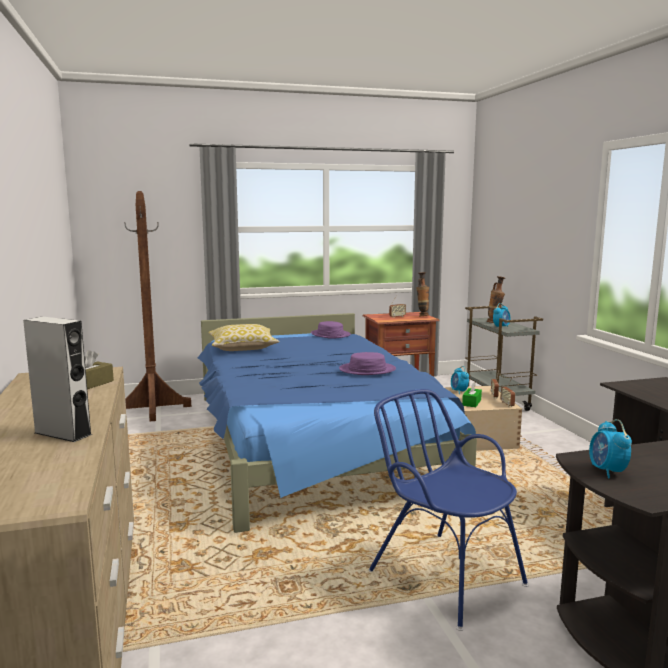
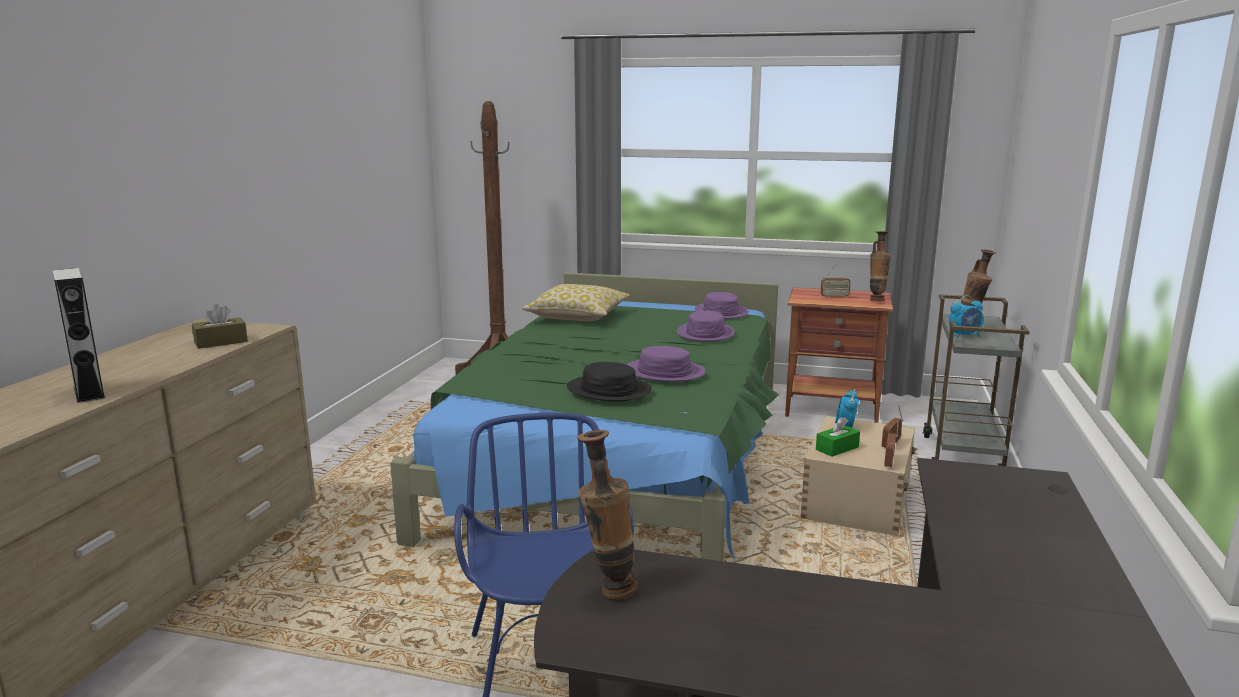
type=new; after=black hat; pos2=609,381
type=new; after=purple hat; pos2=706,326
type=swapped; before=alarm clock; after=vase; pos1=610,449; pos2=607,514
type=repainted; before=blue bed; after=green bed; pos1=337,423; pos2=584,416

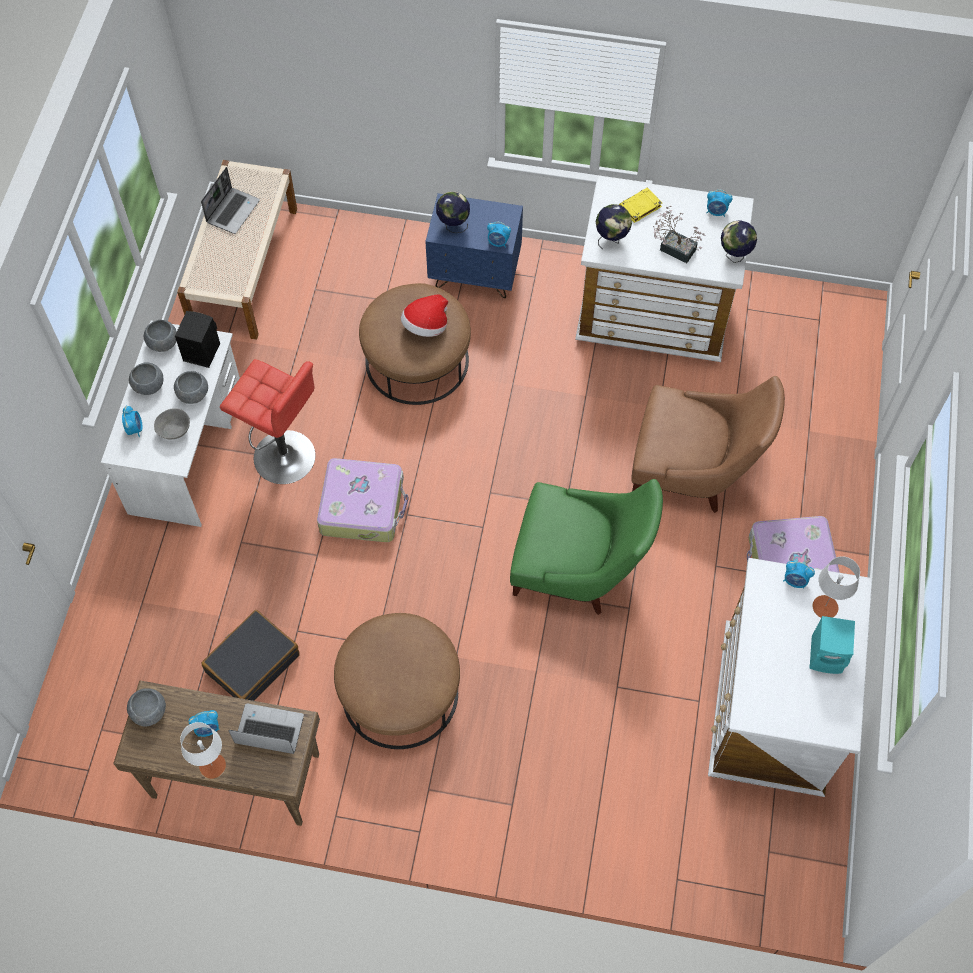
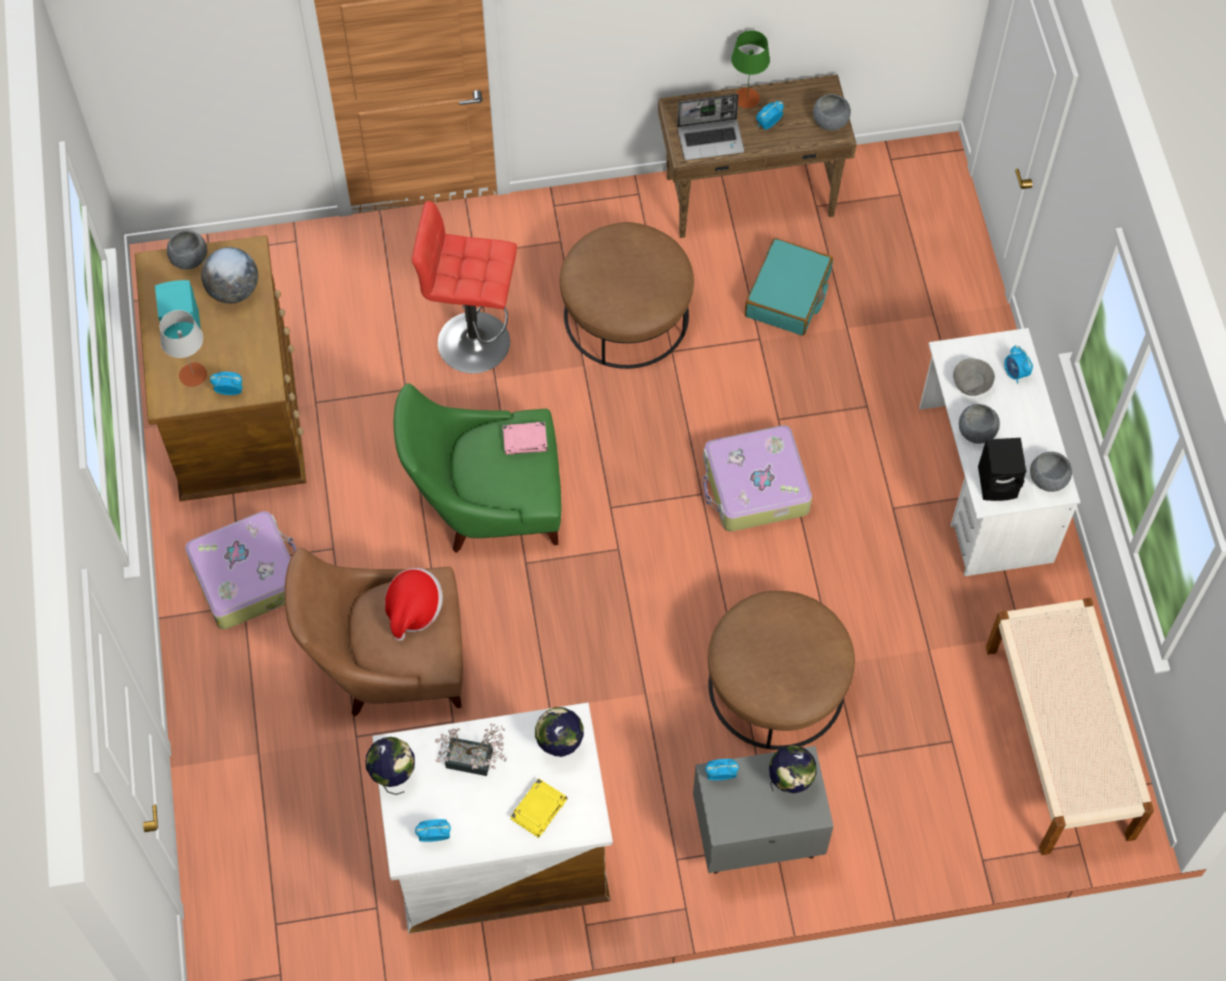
type=gone; before=laptop; pos1=230,200
type=new; after=globe; pos2=229,275
type=new; after=pink book; pos2=525,438
type=shifted; before=grey bowl; pos1=146,378; pos2=187,250
type=shifted; before=red stool; pos1=267,421; pos2=464,287
type=shifted; before=hat; pos1=424,315; pos2=413,604
type=repainted; before=white table lamp; after=green table lamp; pos1=203,750; pos2=750,69
type=repainted; before=black suitcase; after=turquoise suitcase; pos1=250,655; pos2=789,287
type=repainted; before=blue nightstand; after=grey nightstand; pos1=474,245; pos2=763,810
type=repainted; before=white dresser; after=brown dresser; pos1=790,677; pos2=220,368

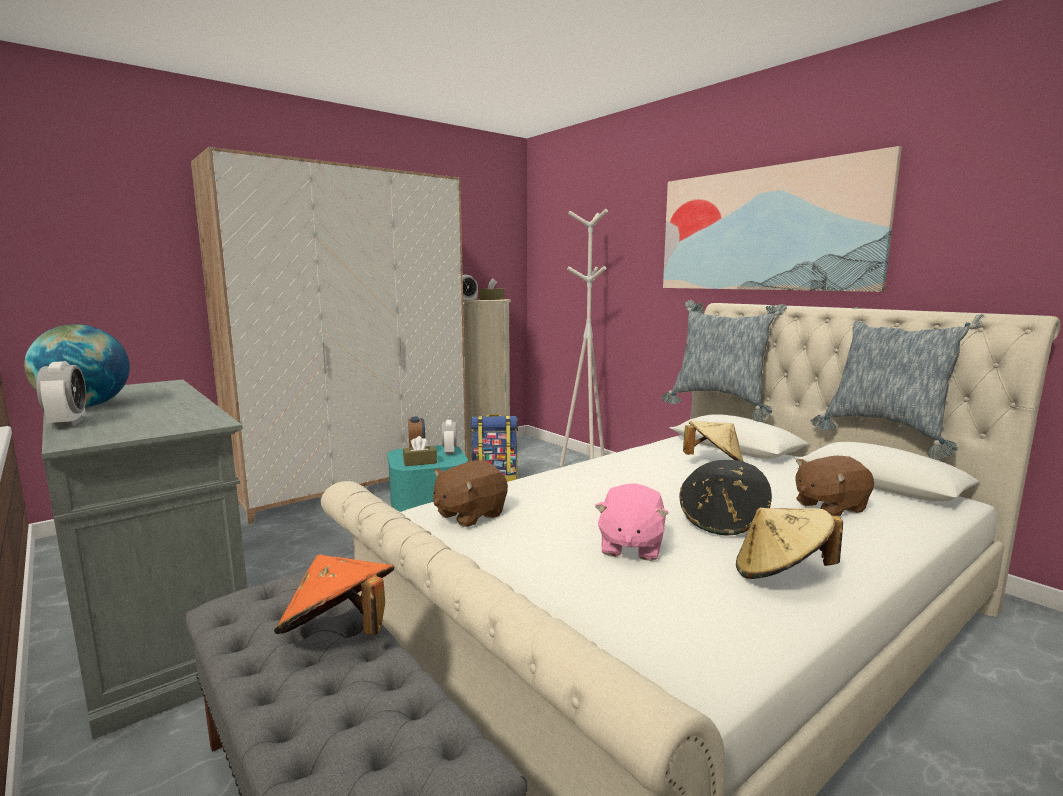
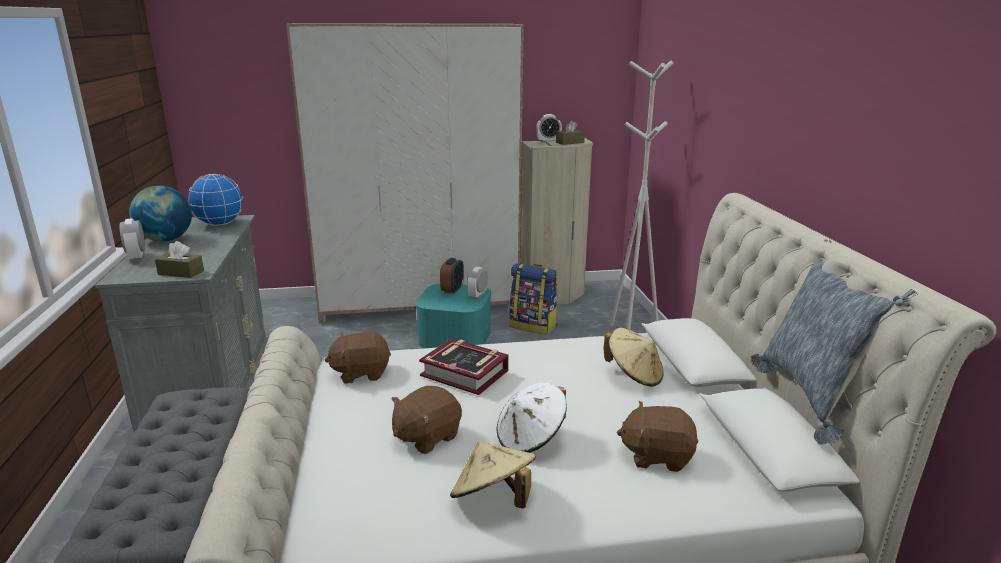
type=gone; before=orange hat; pos1=334,594
type=gone; before=pillow; pos1=723,361
type=gone; before=picture; pos1=782,219
type=new; after=globe; pos2=215,200
type=new; after=book; pos2=464,366
type=shifted; before=brown tissue box; pos1=420,451; pos2=179,259
type=repainted; before=pink plush toy; after=brown plush toy; pos1=631,522; pos2=426,420
type=repainted; before=black hat; after=white hat; pos1=726,497; pos2=531,418
type=rotated; before=alarm clock; pos1=61,395; pos2=132,240; turn=150

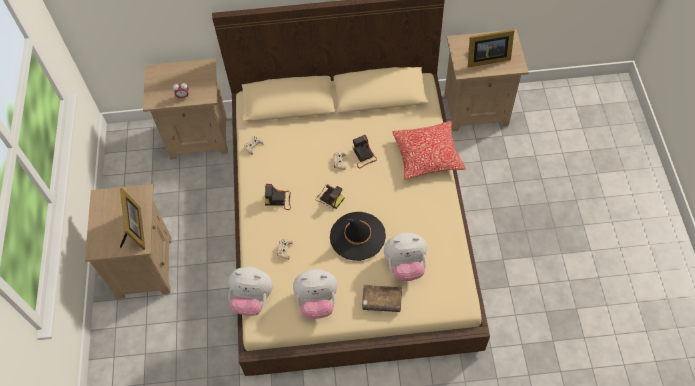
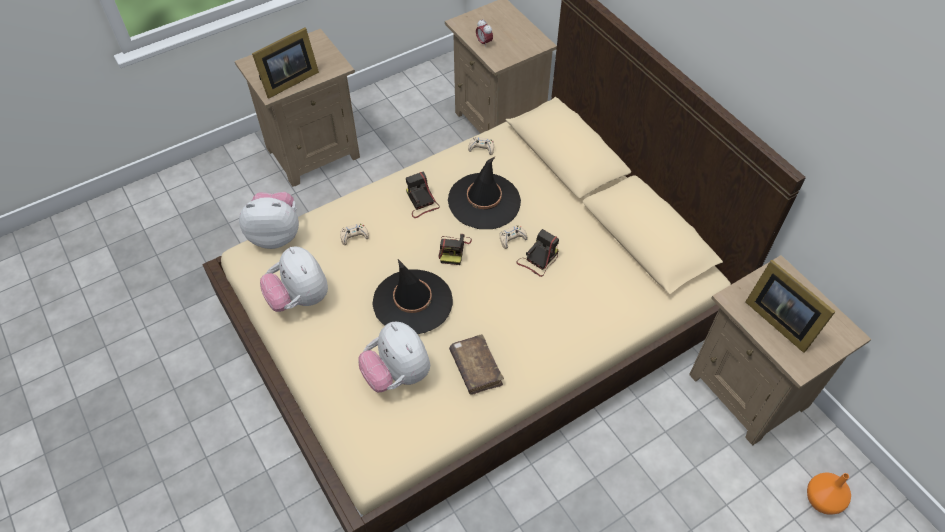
type=gone; before=pillow; pos1=429,150
type=new; after=black hat; pos2=484,193
type=new; after=orange vase; pos2=829,493
type=shifted; before=brown book; pos1=382,298; pos2=476,364
type=rotated; before=plush toy; pos1=250,291; pos2=269,220; turn=105

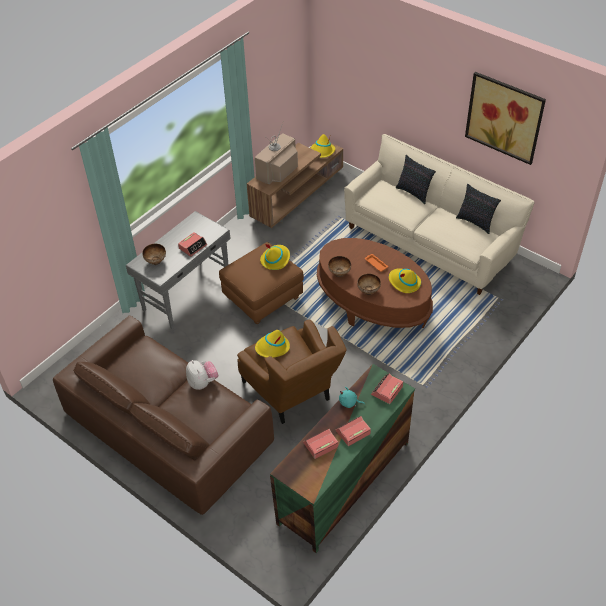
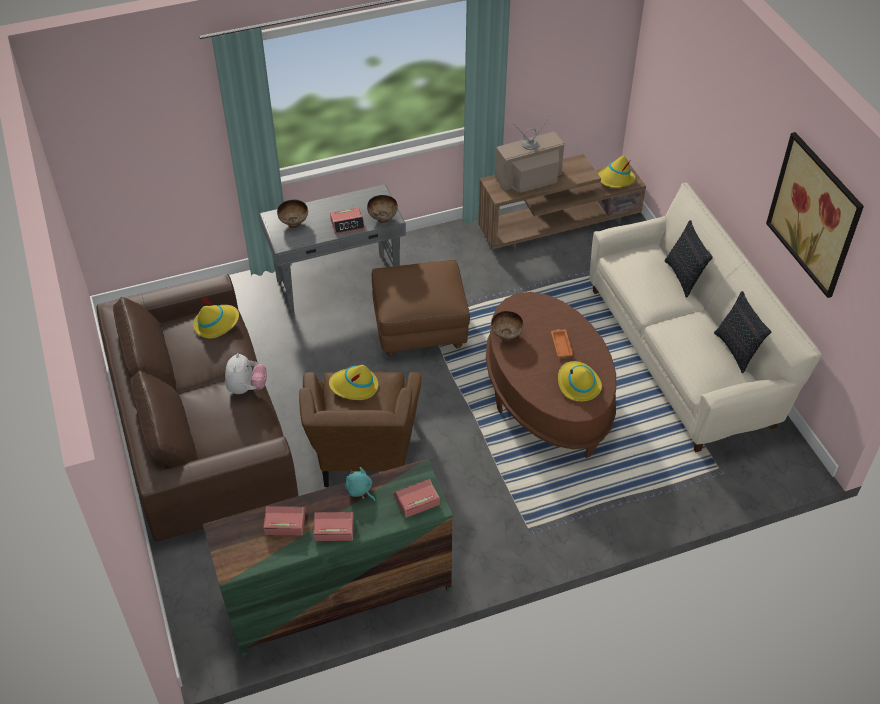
type=shifted; before=yellow hat; pos1=275,257; pos2=216,317
type=shifted; before=bowl; pos1=369,284; pos2=382,209

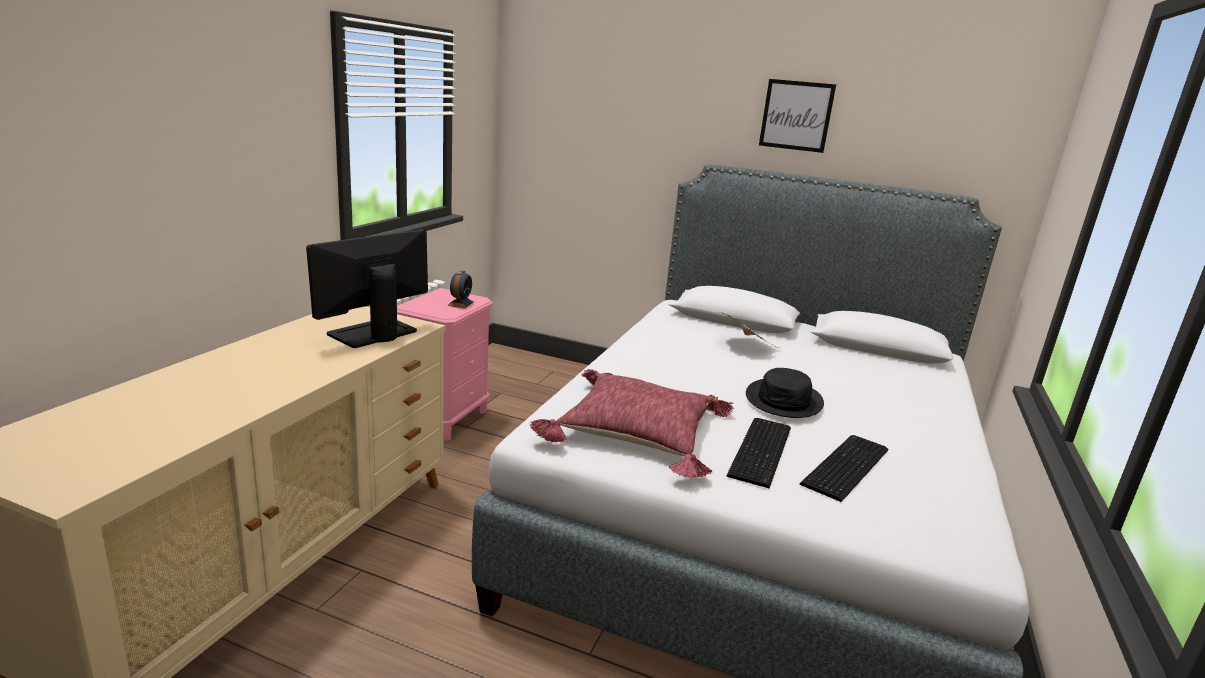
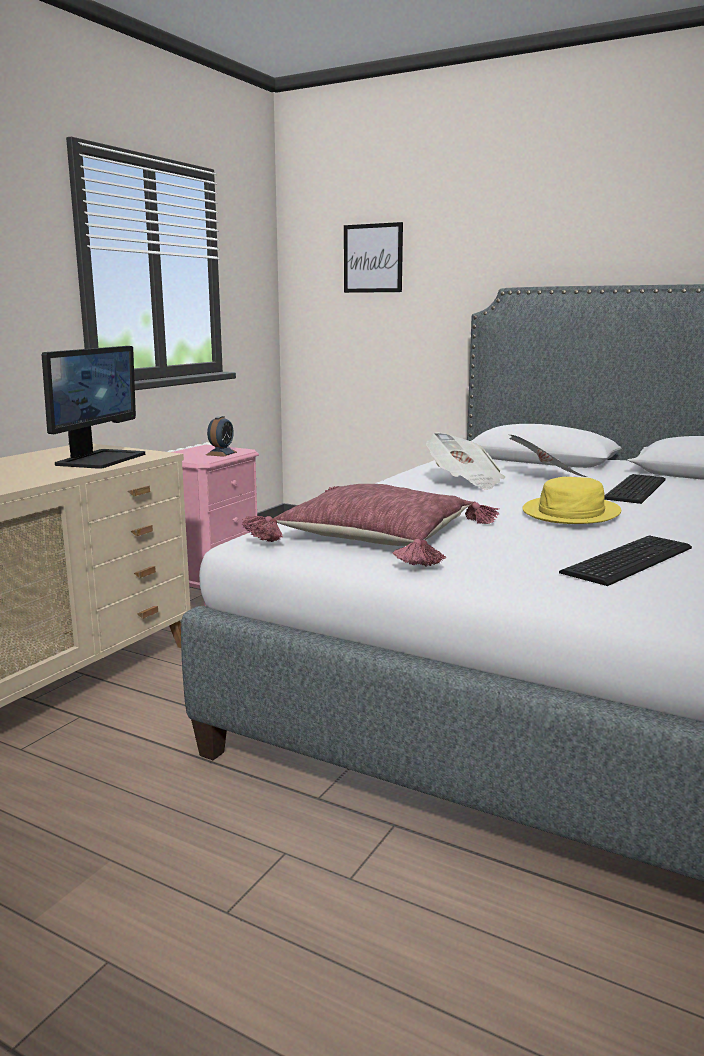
type=new; after=newspaper; pos2=465,461
type=shifted; before=keyboard; pos1=758,453; pos2=635,489
type=shifted; before=picture; pos1=797,116; pos2=373,257
type=repainted; before=black hat; after=yellow hat; pos1=785,393; pos2=571,500
type=rotated; before=monitor; pos1=367,289; pos2=93,407; turn=150

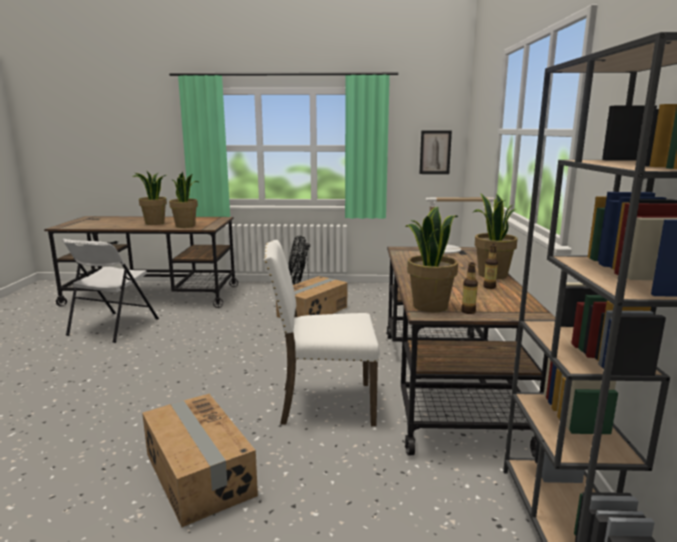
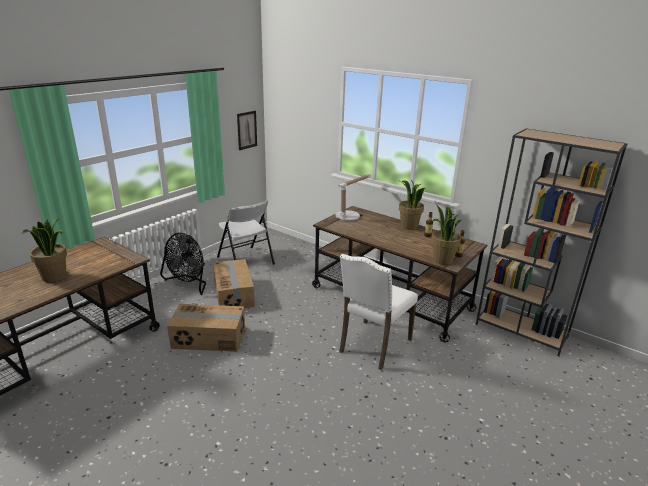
type=gone; before=potted plant; pos1=184,200
type=shifted; before=white chair; pos1=110,291; pos2=246,232
type=shifted; before=cardboard box; pos1=200,460; pos2=206,328

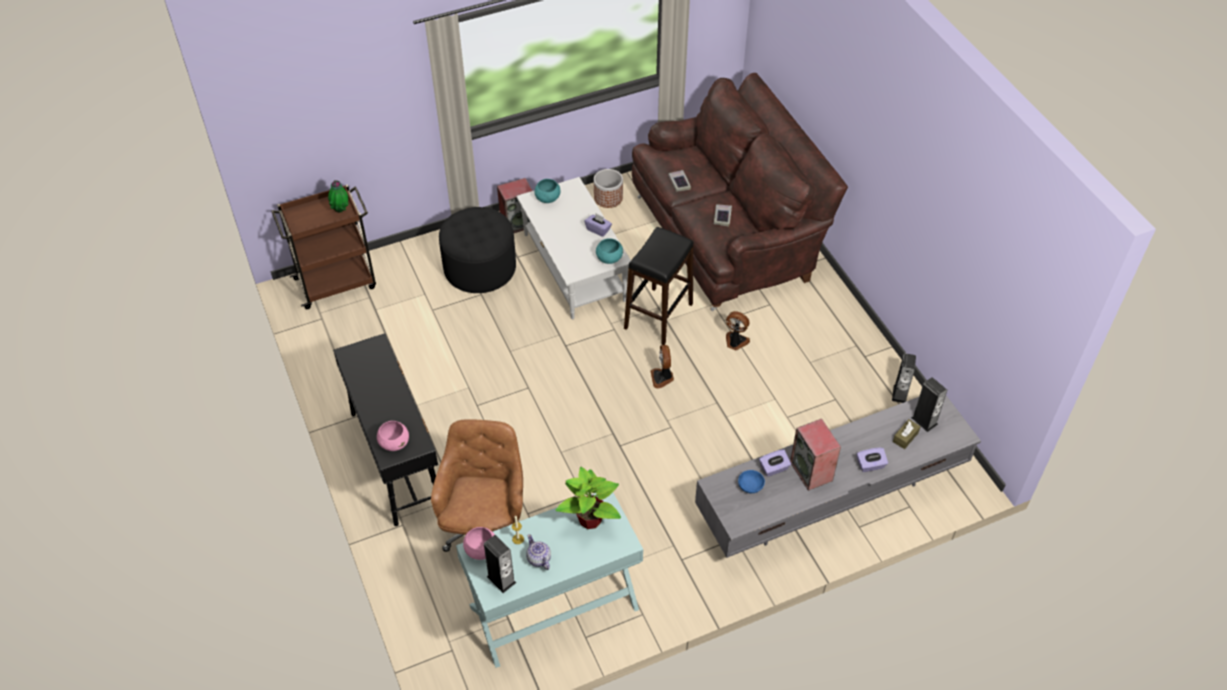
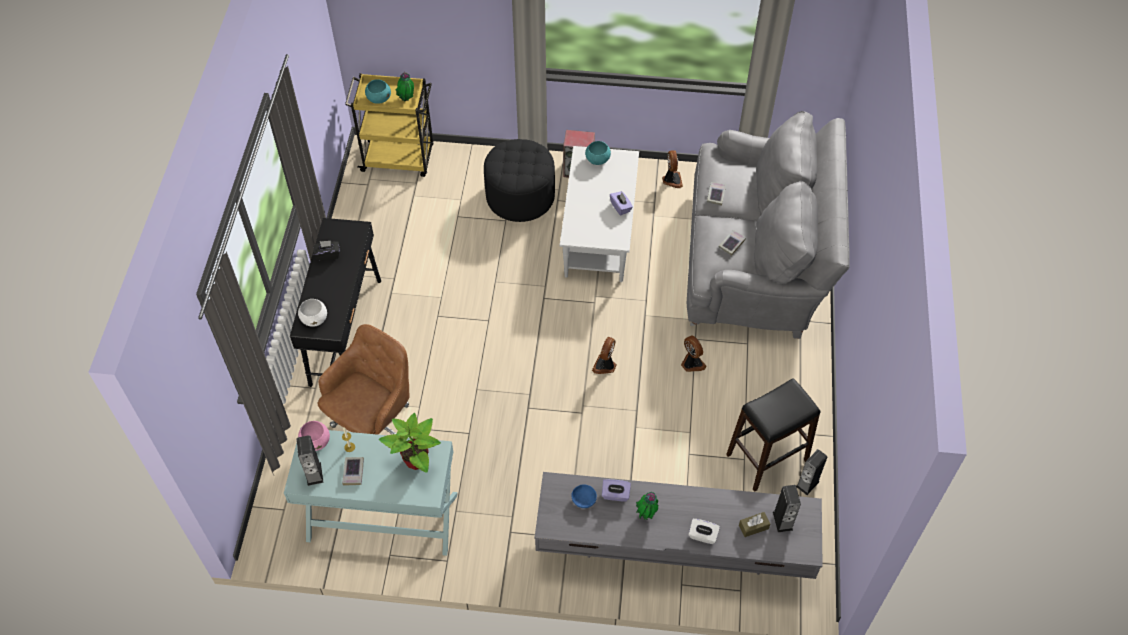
type=new; after=black tissue box; pos2=326,250
type=shifted; before=turquoise bowl; pos1=609,251; pos2=378,91
type=shifted; before=black stool; pos1=658,286; pos2=773,435
type=swapped; before=teapot; after=book; pos1=538,552; pos2=353,471
type=swapped; before=planter; after=fan; pos1=608,188; pos2=672,169
type=swapped; before=speaker; after=potted plant; pos1=815,455; pos2=647,506
type=repainted; before=brown cart; after=yellow cart; pos1=323,246; pos2=389,125
type=repainted; before=pink bowl; after=white bowl; pos1=393,436; pos2=312,313
type=repainted; before=brown sofa; after=grey sofa; pos1=740,192; pos2=768,225
type=repainted; before=purple tissue box; after=white tissue box; pos1=872,460; pos2=704,531

